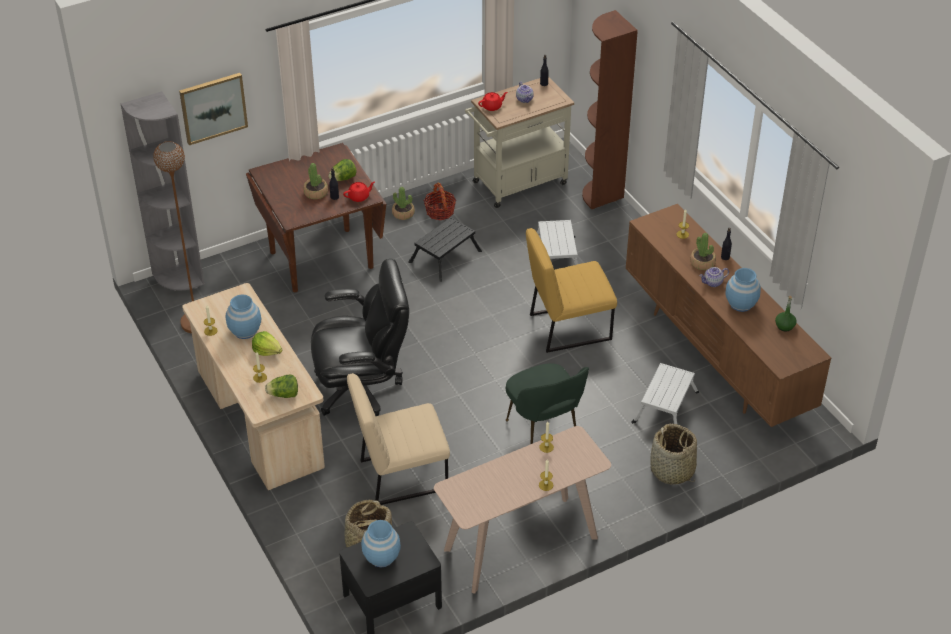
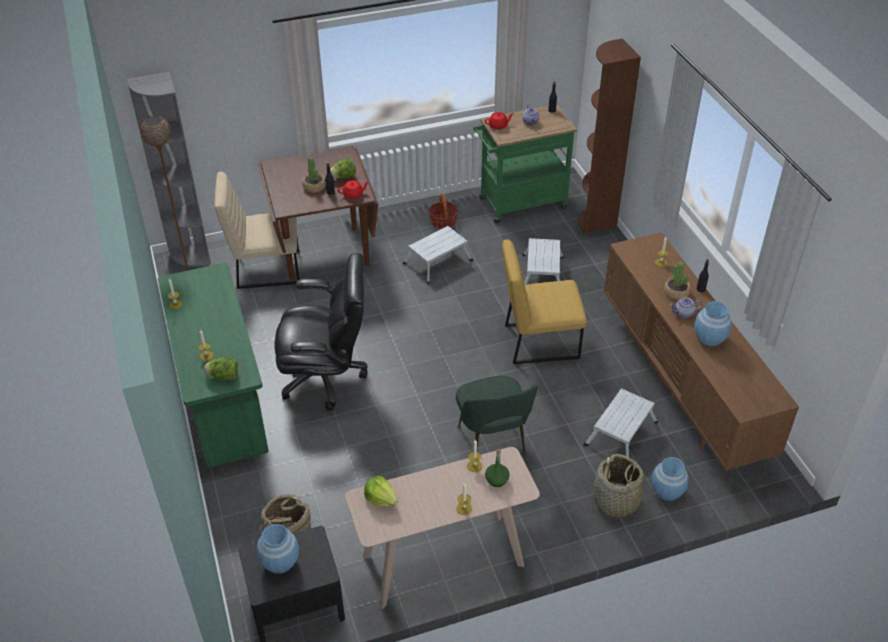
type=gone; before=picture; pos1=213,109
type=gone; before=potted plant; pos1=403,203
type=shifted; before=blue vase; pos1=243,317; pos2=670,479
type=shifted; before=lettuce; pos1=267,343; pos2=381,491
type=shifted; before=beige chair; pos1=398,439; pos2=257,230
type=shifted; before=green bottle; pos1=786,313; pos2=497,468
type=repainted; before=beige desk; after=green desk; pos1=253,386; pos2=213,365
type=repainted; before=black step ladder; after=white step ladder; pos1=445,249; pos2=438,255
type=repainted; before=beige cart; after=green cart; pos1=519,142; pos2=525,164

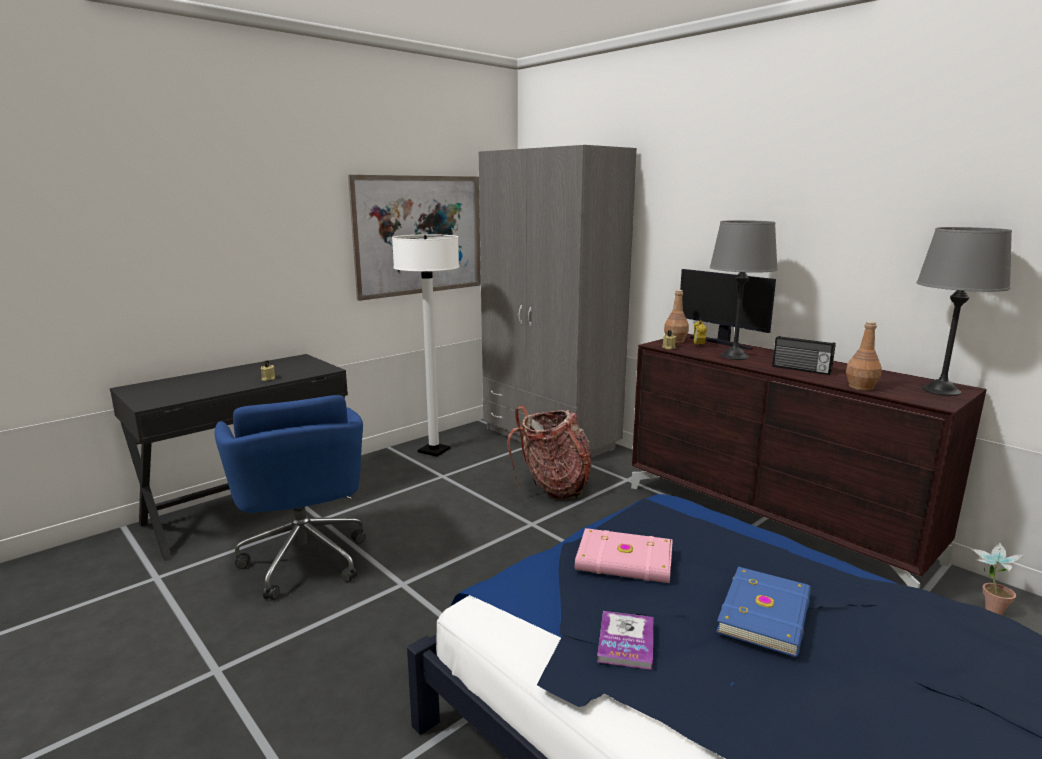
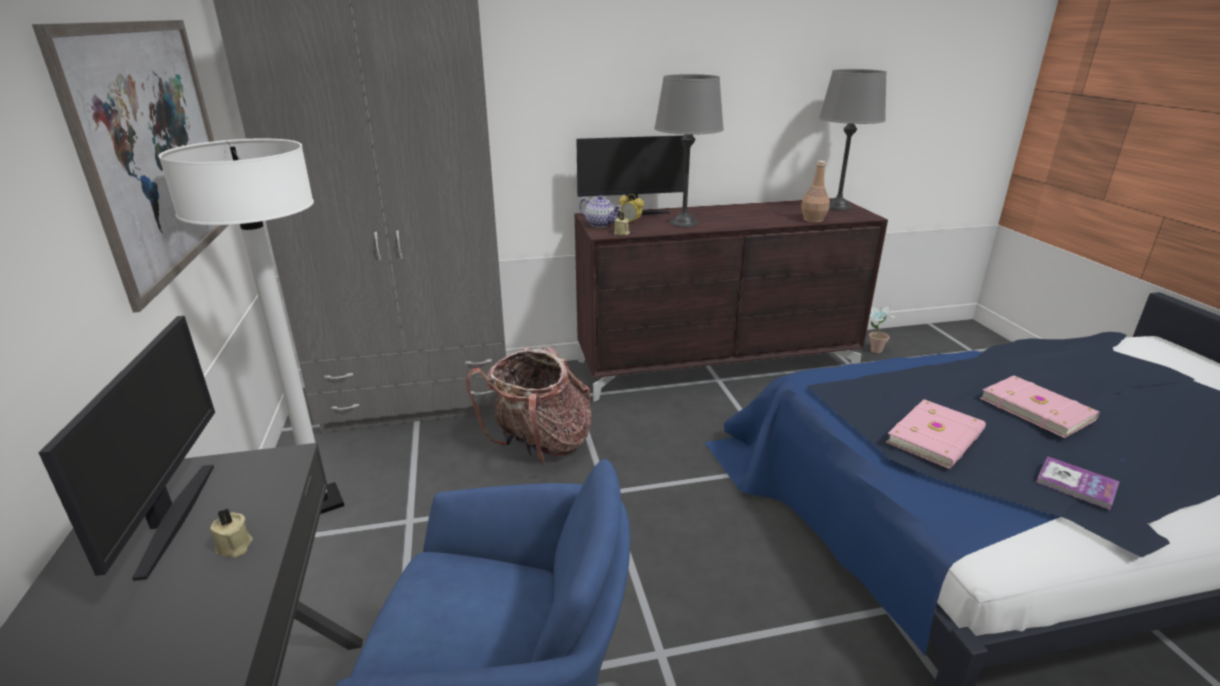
type=gone; before=radio; pos1=804,355
type=new; after=monitor; pos2=127,448
type=swapped; before=brown bottle; after=teapot; pos1=676,316; pos2=600,211
type=repainted; before=blue book; after=pink book; pos1=763,612; pos2=1040,406

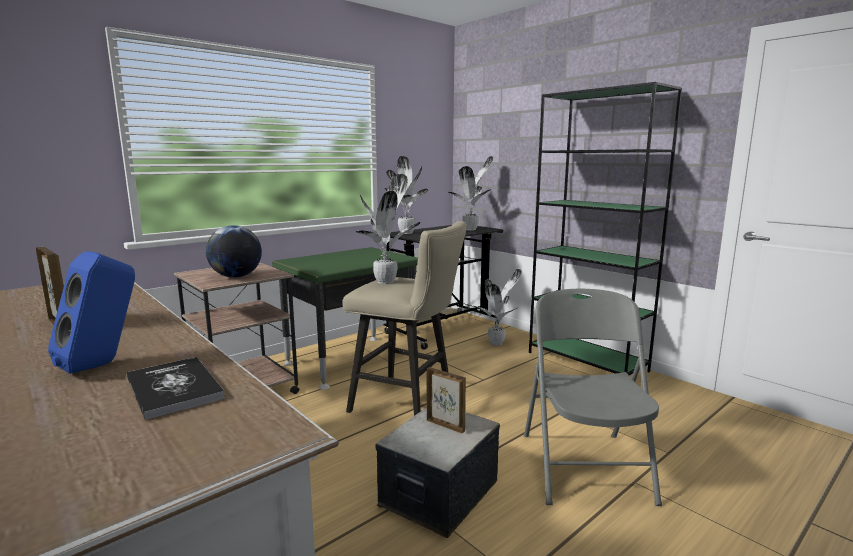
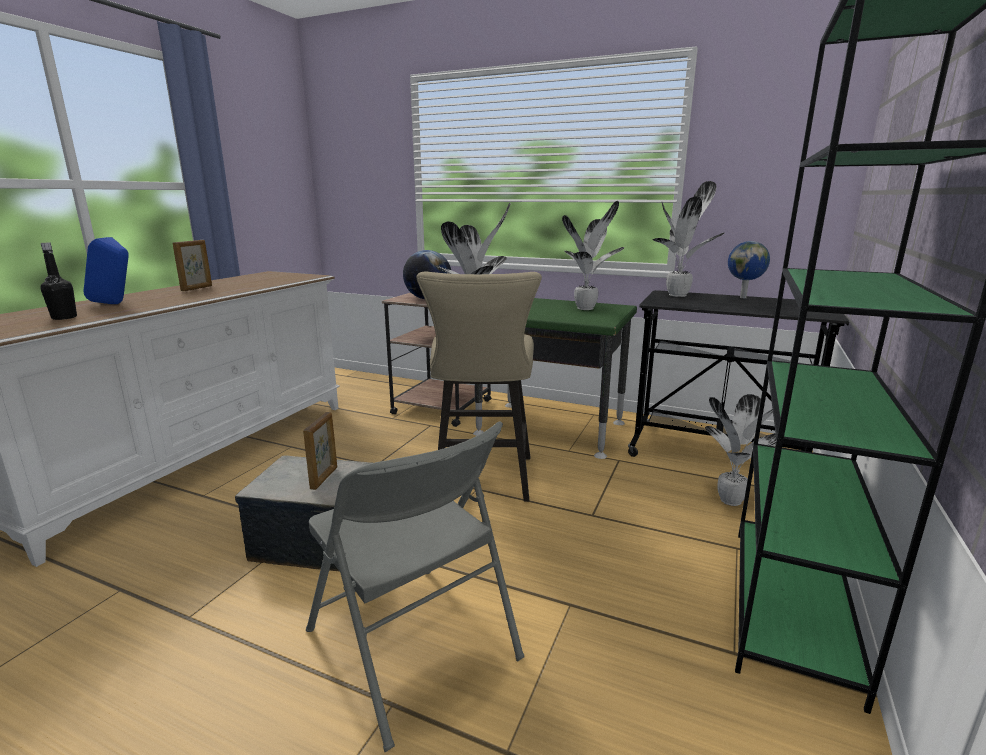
type=new; after=globe; pos2=749,269
type=shifted; before=potted plant; pos1=470,193; pos2=593,255
type=swapped; before=book; after=black bottle; pos1=176,388; pos2=59,281
type=rotated; before=grey chair; pos1=593,397; pos2=415,587; turn=75

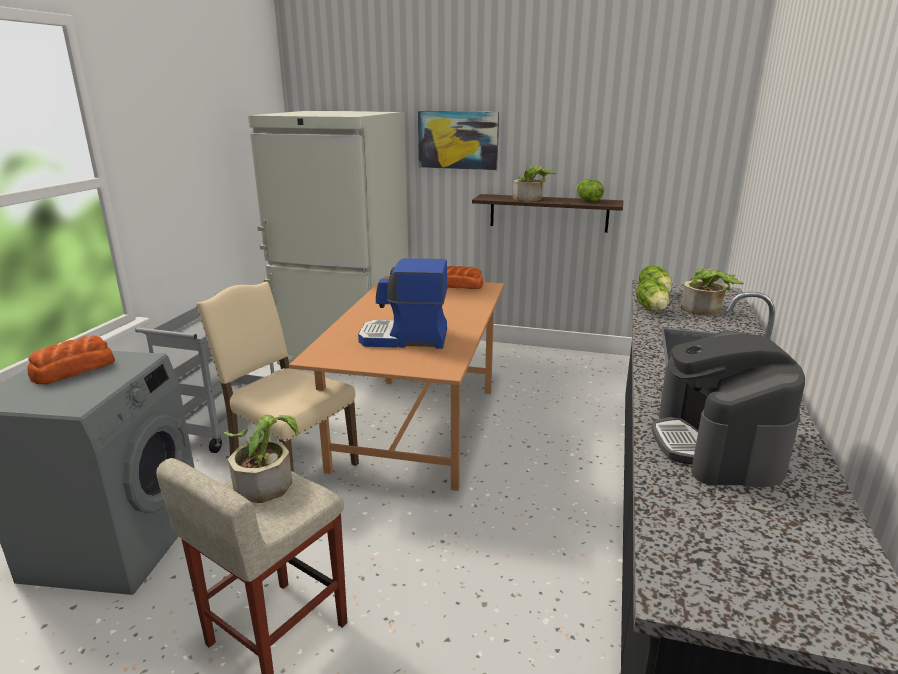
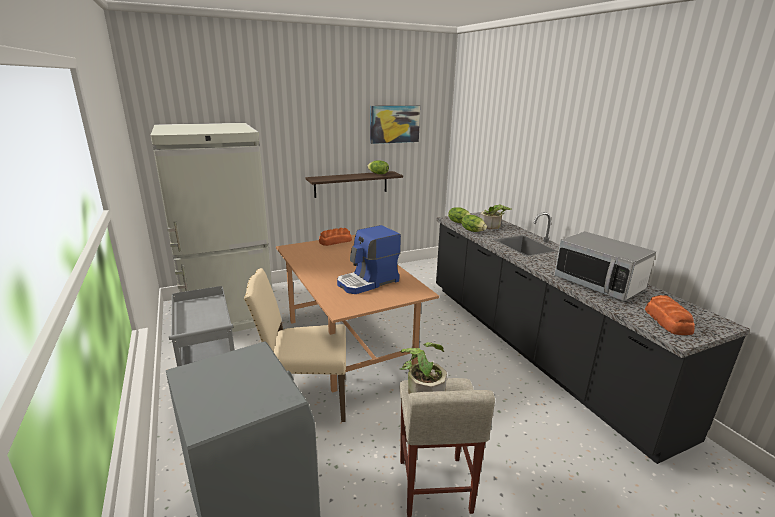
type=gone; before=potted plant; pos1=534,183
type=shifted; before=bread; pos1=71,359; pos2=670,315
type=shifted; before=picture; pos1=458,140; pos2=395,124
type=swapped; before=coffee machine; after=microwave; pos1=728,409; pos2=605,266

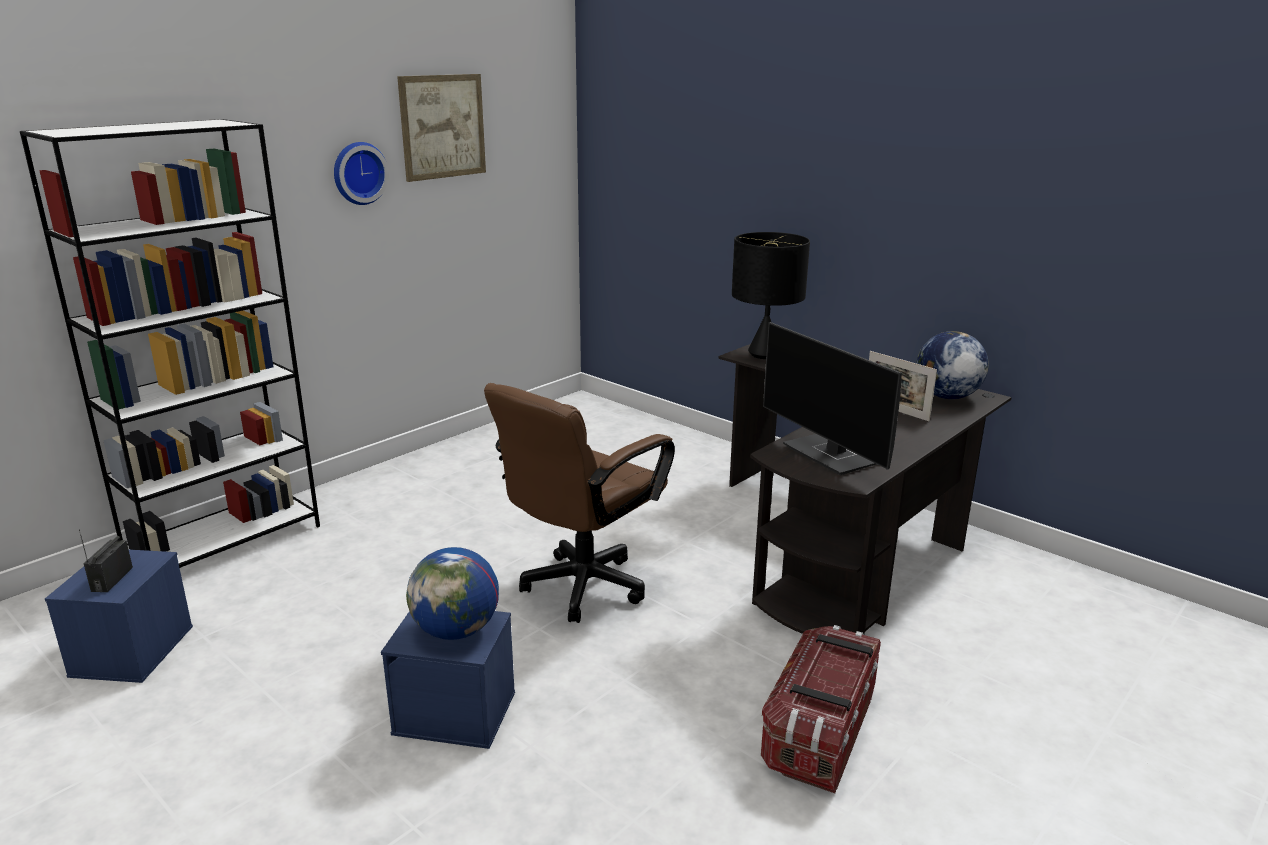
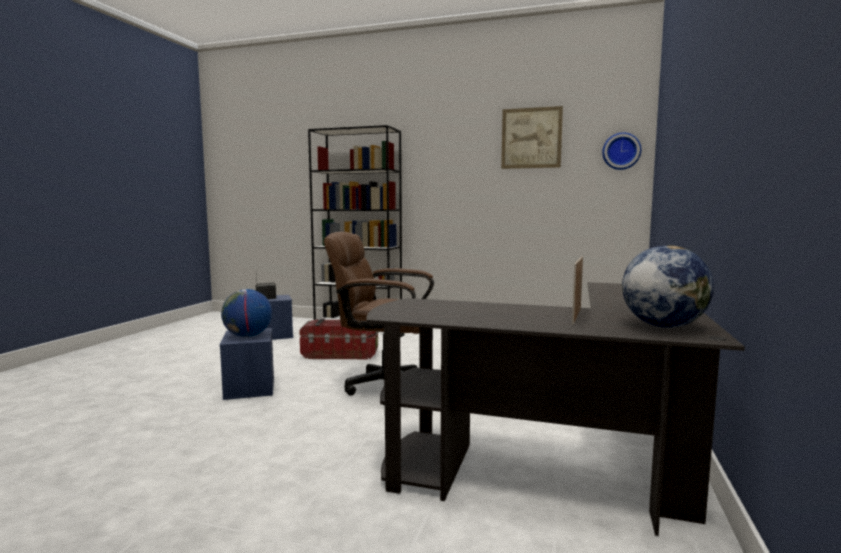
type=gone; before=black table lamp; pos1=771,295
type=gone; before=monitor; pos1=832,398
type=shifted; before=wall clock; pos1=361,173; pos2=621,151
type=shifted; before=storage box; pos1=821,709; pos2=338,339

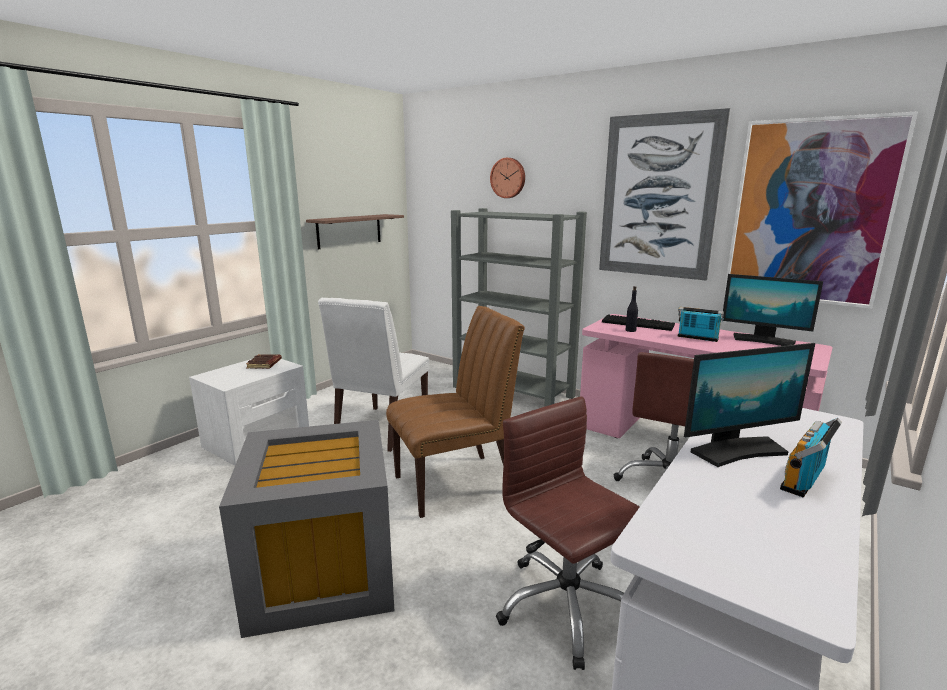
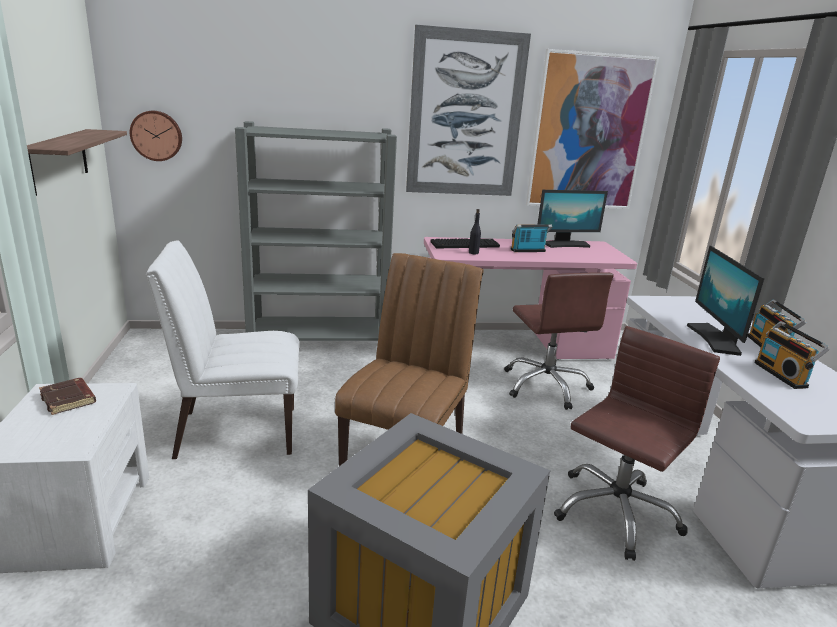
type=new; after=radio; pos2=792,355
type=shifted; before=wall clock; pos1=507,178; pos2=156,136
type=rotated; before=white chair; pos1=374,375; pos2=223,349; turn=105
type=rotated; before=brown office chair; pos1=568,533; pos2=637,443; turn=120
type=rotated; before=monitor; pos1=749,405; pos2=725,301; turn=150

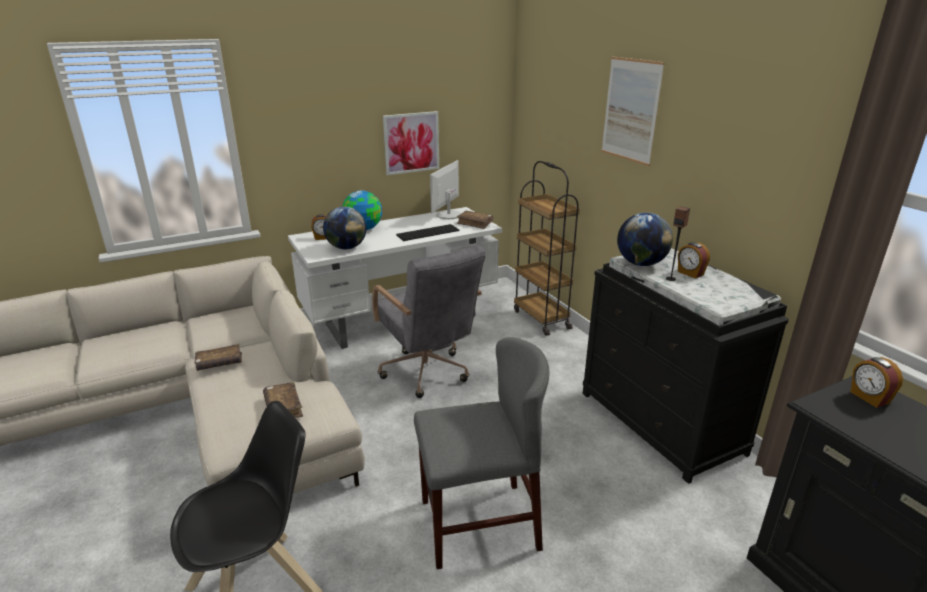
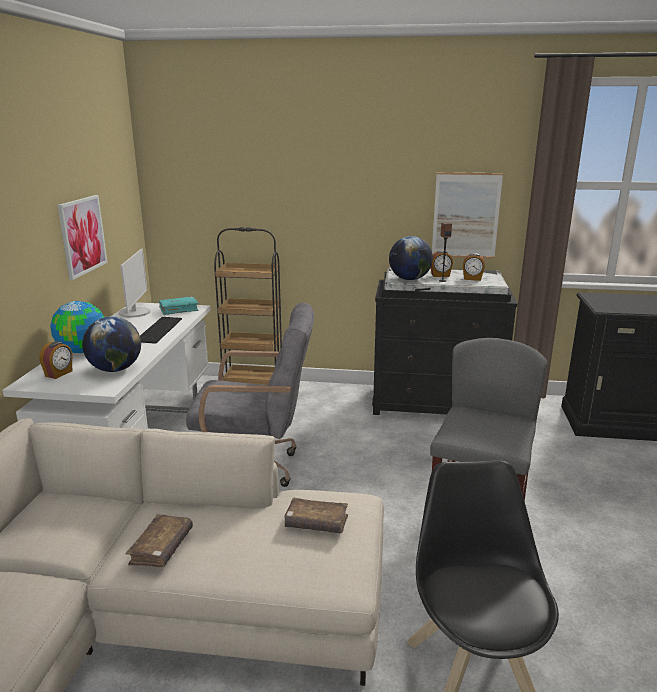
type=shifted; before=picture; pos1=633,111; pos2=467,215
type=shifted; before=alarm clock; pos1=877,382; pos2=474,267
type=repainted; before=brown book; after=turquoise book; pos1=475,220; pos2=179,305
type=rotated; before=monitor; pos1=445,189; pos2=134,283; turn=-150

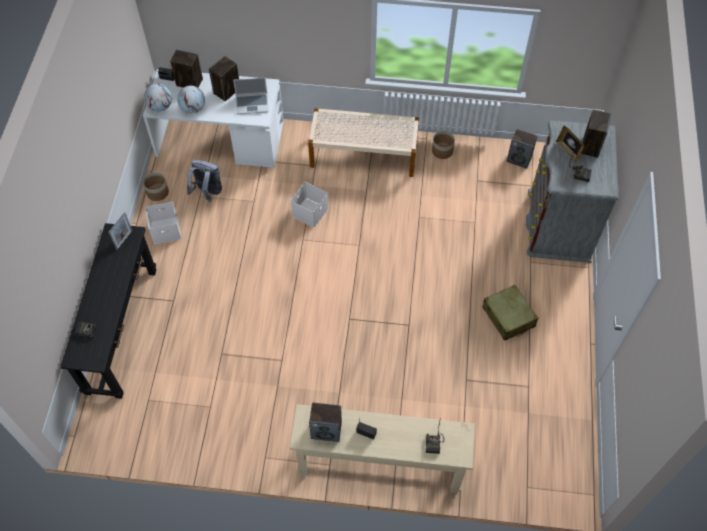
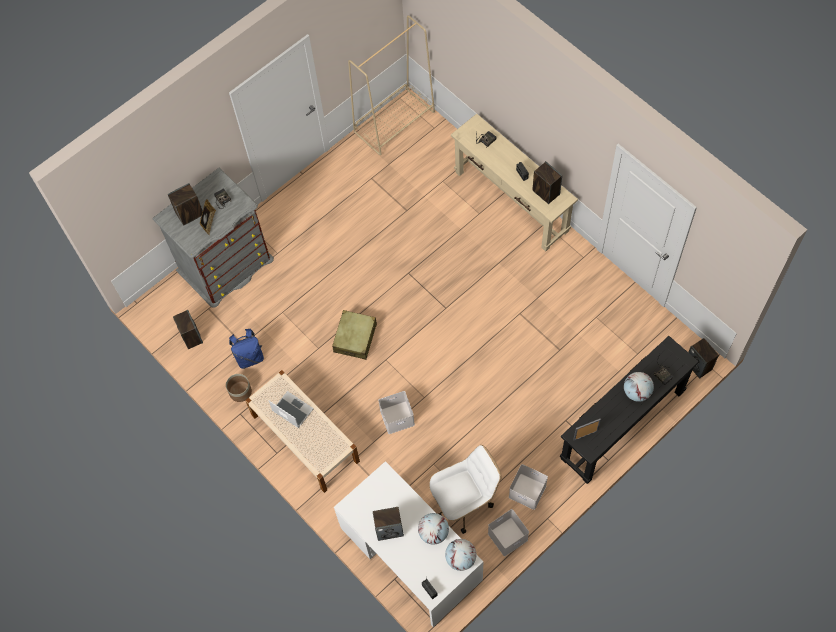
type=new; after=blue backpack; pos2=246,349
type=new; after=beige clothes rack; pos2=391,85
type=new; after=globe; pos2=639,387
type=shifted; before=speaker; pos1=186,68; pos2=703,358
type=shifted; before=laptop; pos1=251,96; pos2=291,409
type=shifted; before=beige suitcase; pos1=510,313; pos2=354,335
type=swapped; before=planter; after=white storage box; pos1=156,186; pos2=508,532
type=swapped; before=grey backpack; after=white office chair; pos1=204,181; pos2=465,489

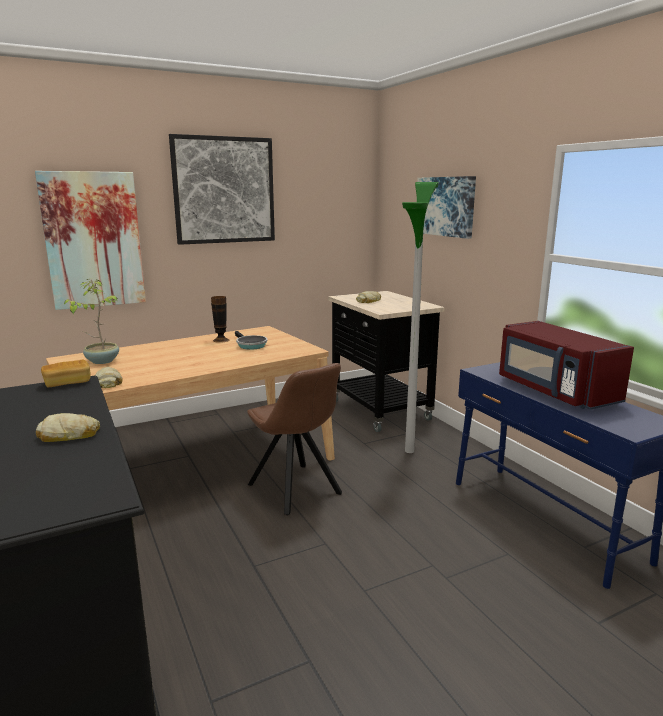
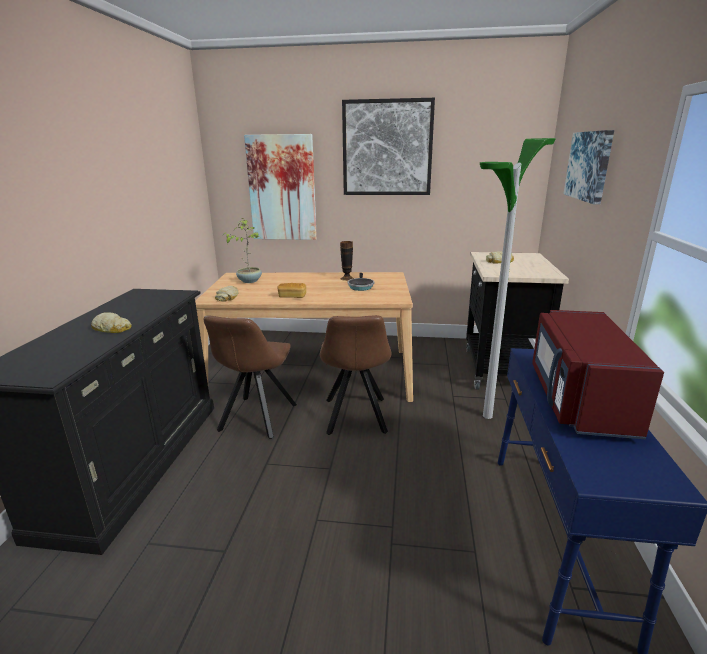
type=new; after=brown chair; pos2=250,377
type=shifted; before=bread; pos1=66,373; pos2=291,290

